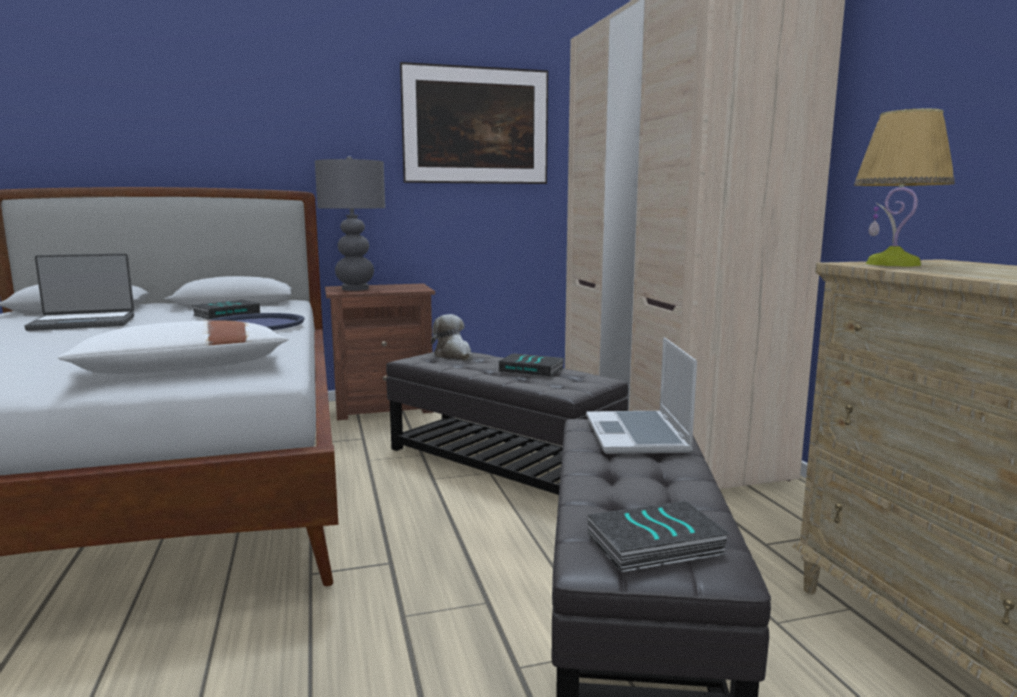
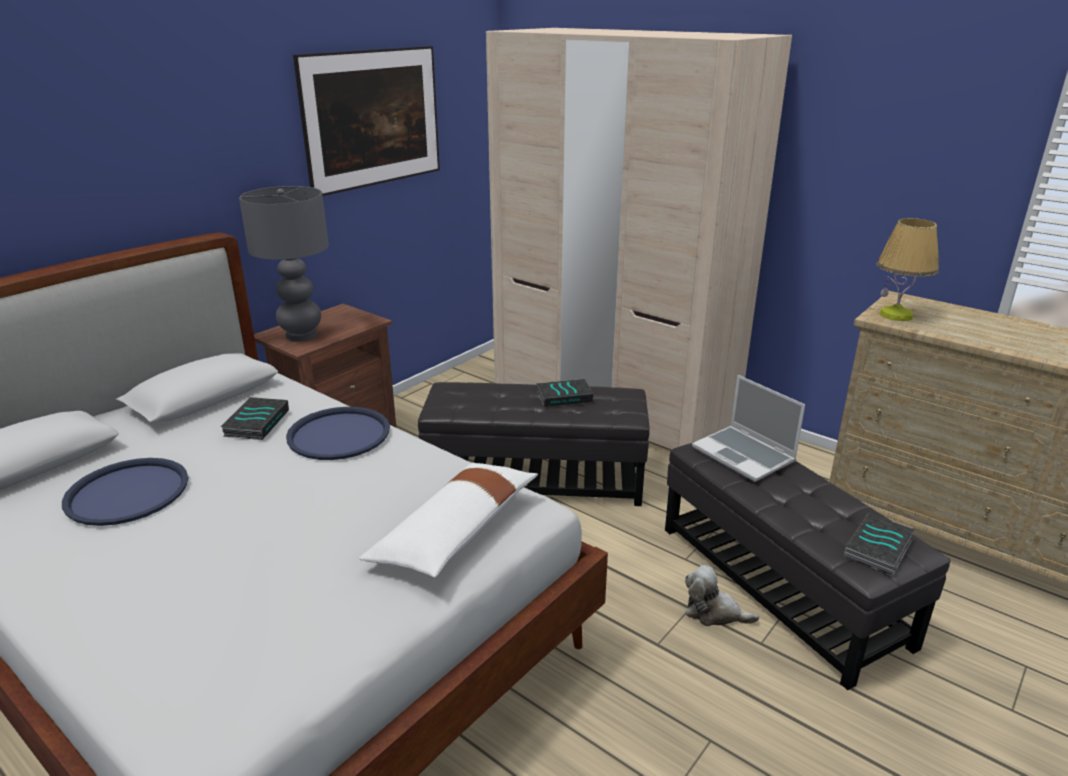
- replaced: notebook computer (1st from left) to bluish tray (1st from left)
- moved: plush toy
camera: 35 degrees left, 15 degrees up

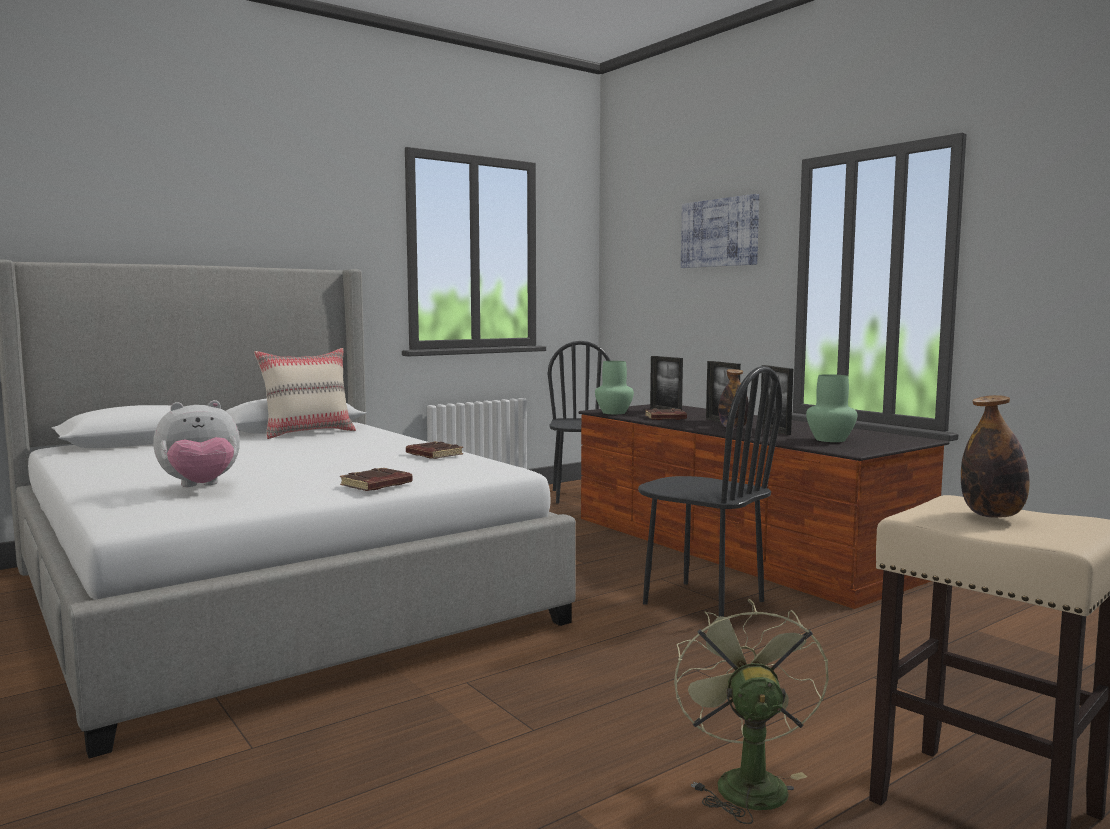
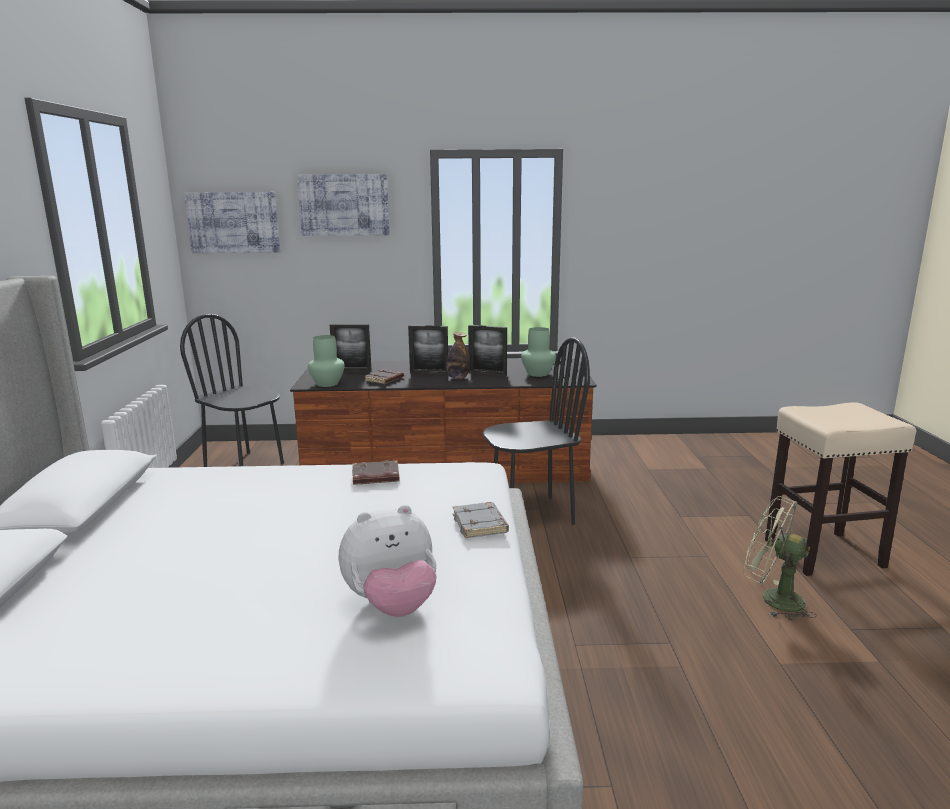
- added: wall picture (1st from left)
- turned: plush toy 60 degrees clockwise
- recoloured: brown-coloured bound book (1st from left) to grey bound book
- removed: beige throw pillow
- removed: drink bottle (2nd from left)
camera: 55 degrees left, 10 degrees up

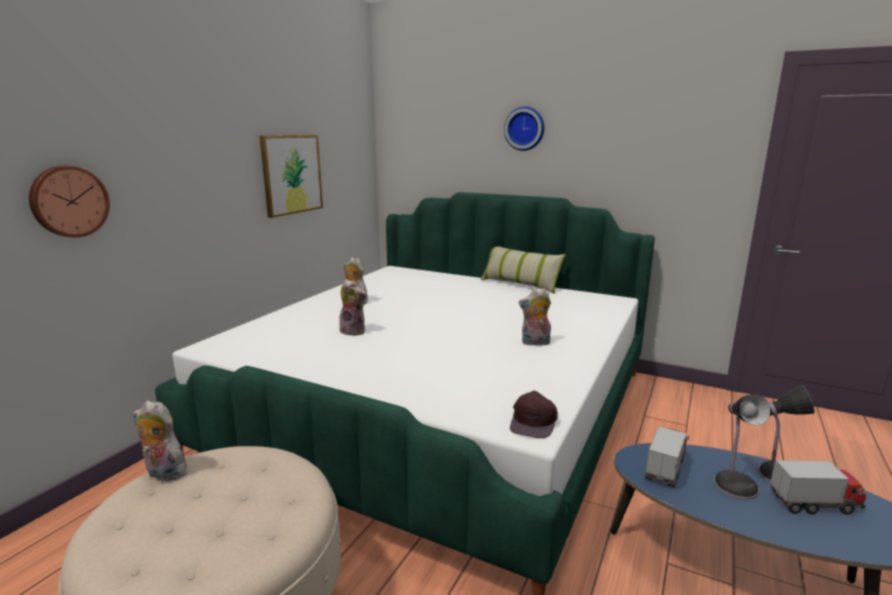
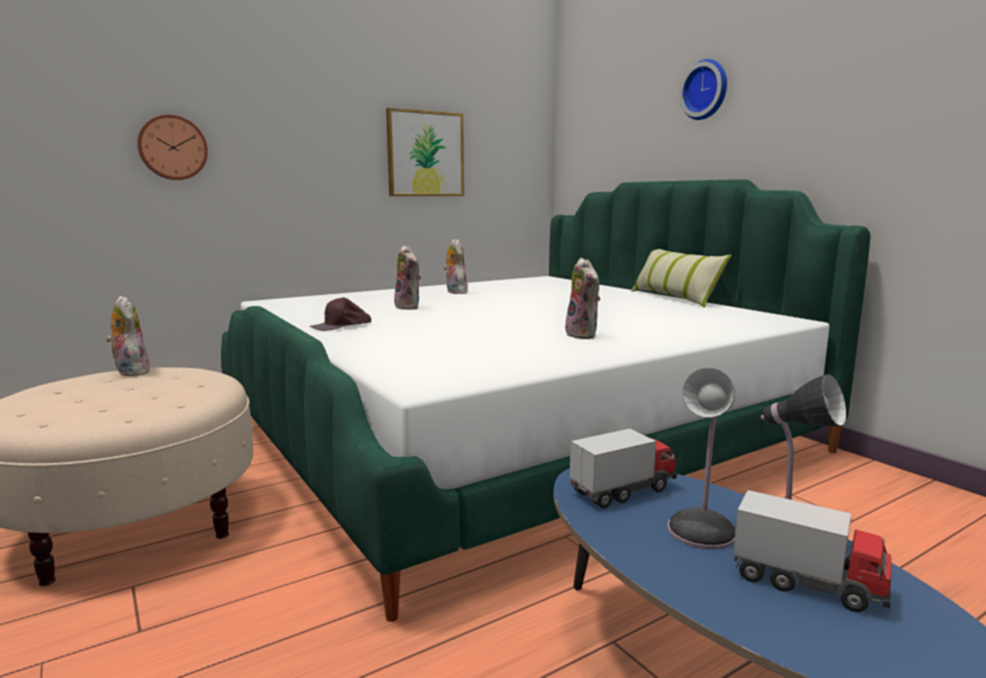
- moved: brown-coloured baseball cap
- turned: plush toy (4th from left) 135 degrees counterclockwise
camera: 30 degrees right, 5 degrees down

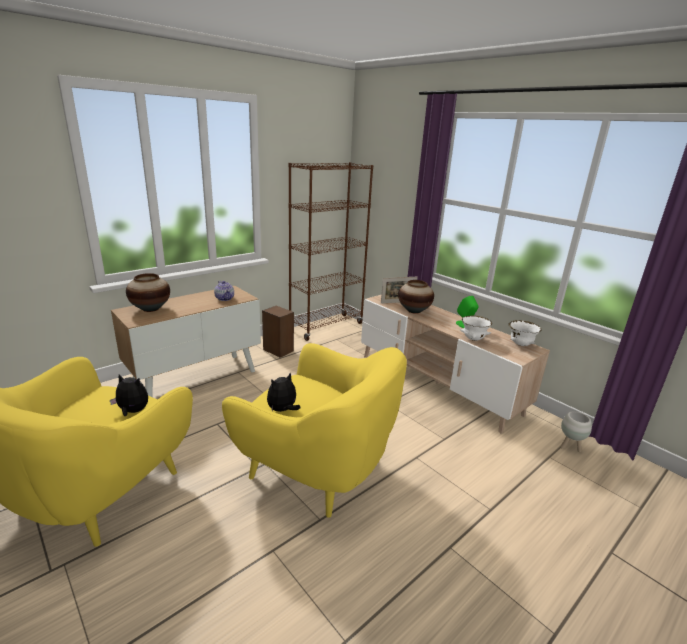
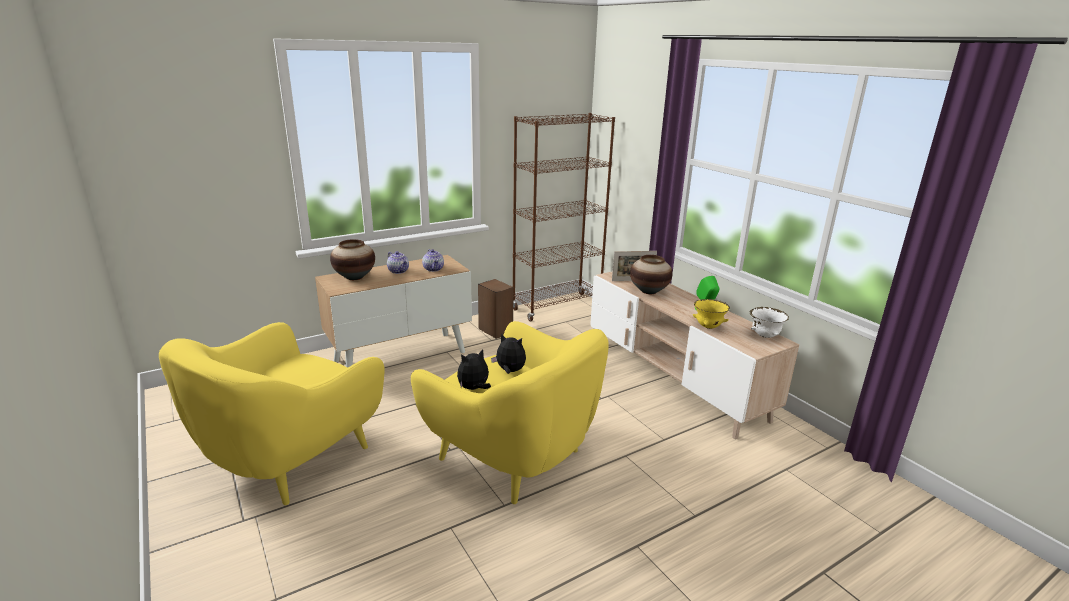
- added: tea pot (1st from left)
- moved: plush toy (1st from left in the first image) to plush toy (2nd from left)
- recoloured: white-coloured serving bowl (1st from left) to yellow serving bowl
- removed: white-coloured flower pot
camera: 10 degrees right, 0 degrees up

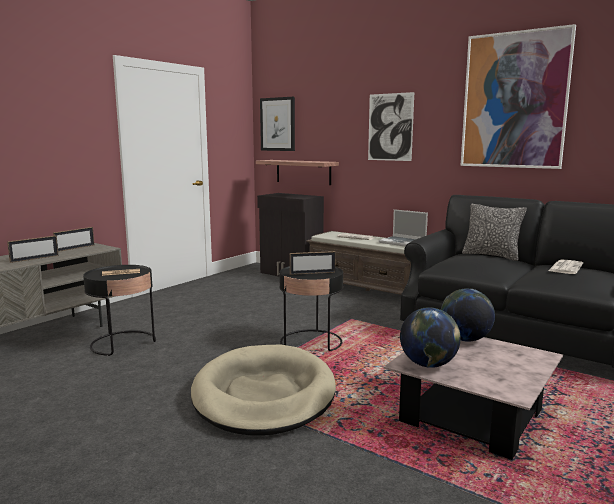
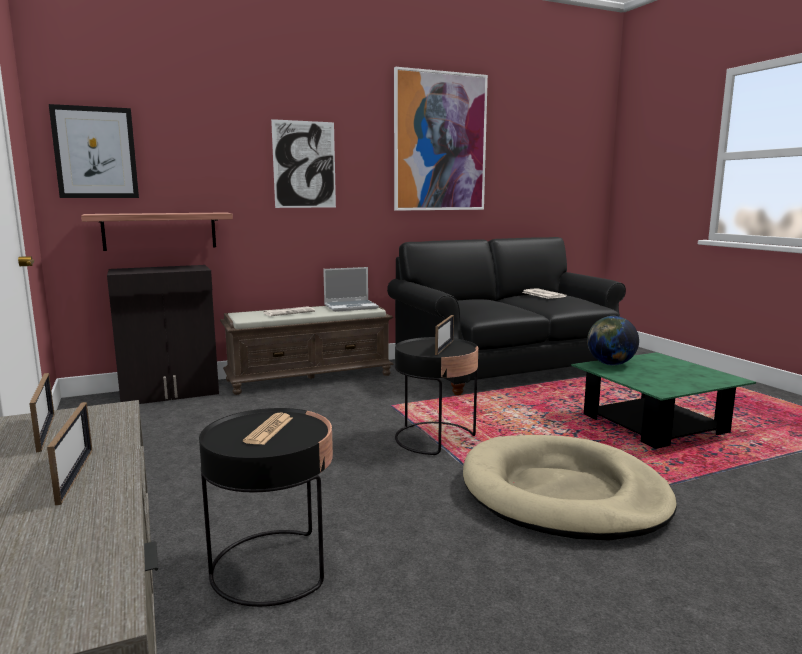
- recoloured: pinkish coffee table to greenish coffee table
- removed: world globe (1st from left)
- removed: throw pillow
camera: 60 degrees left, 0 degrees up

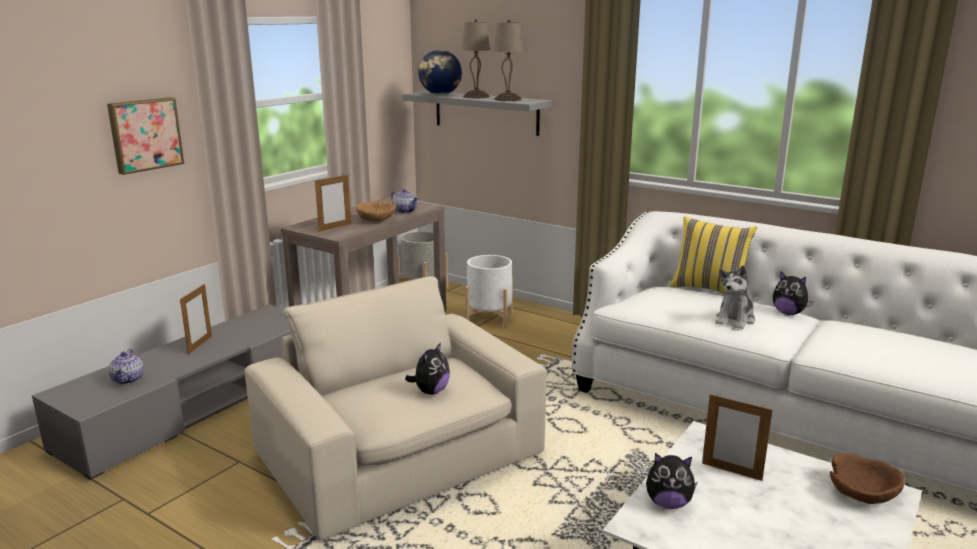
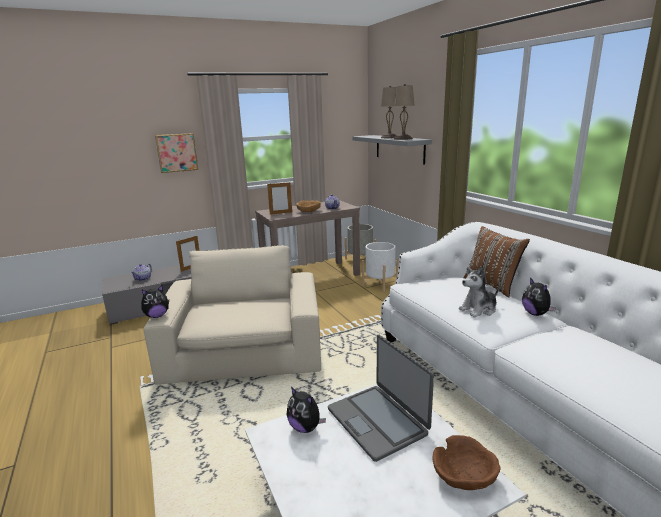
- moved: plush toy (1st from left)
- replaced: standing frame (3rd from left) to notebook computer
- recoloured: yellow throw pillow to brown-coloured throw pillow
- removed: world globe
camera: 30 degrees right, 0 degrees up

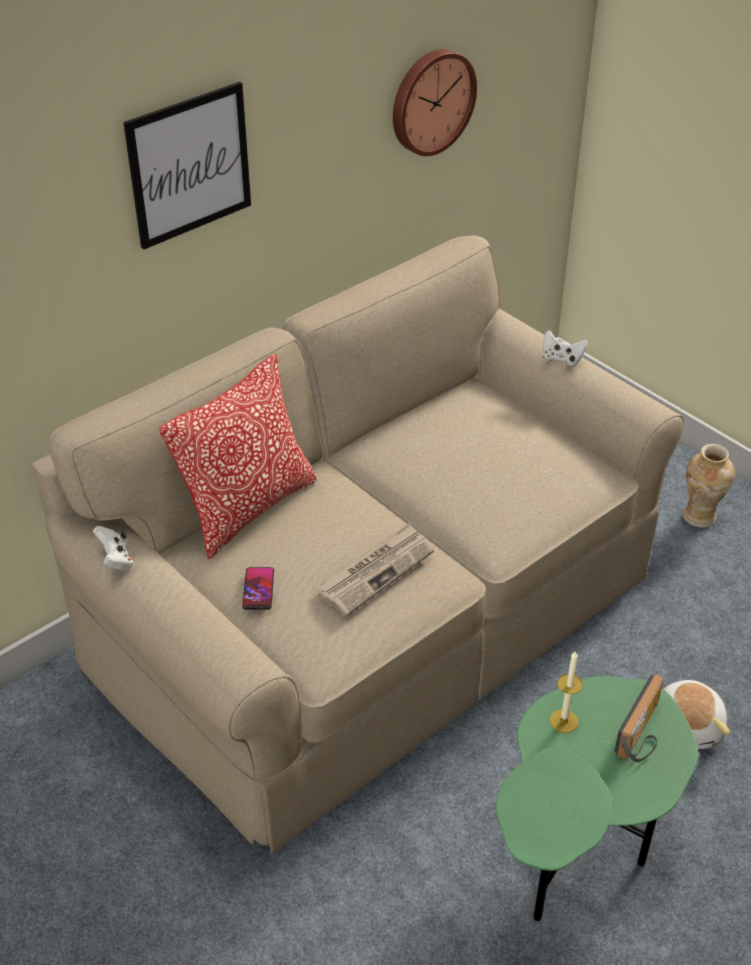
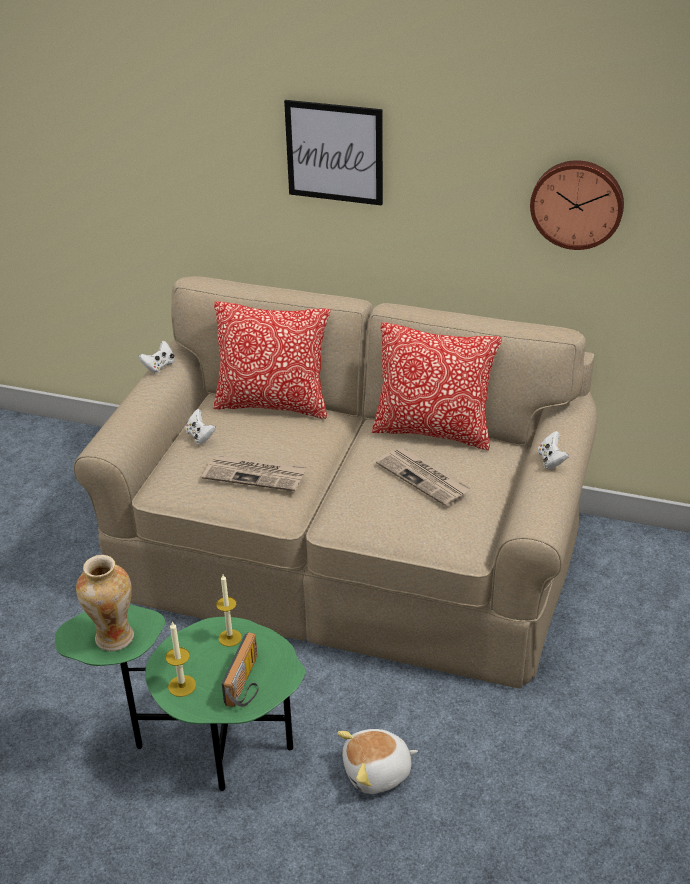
- moved: flower vase
- added: wax candle (1st from left)
- replaced: handset to white-coloured game controller (2nd from left)
- turned: radio set 75 degrees counterclockwise
- added: throw pillow (2nd from left)
- added: printed paper (2nd from left)
camera: 60 degrees right, 5 degrees down

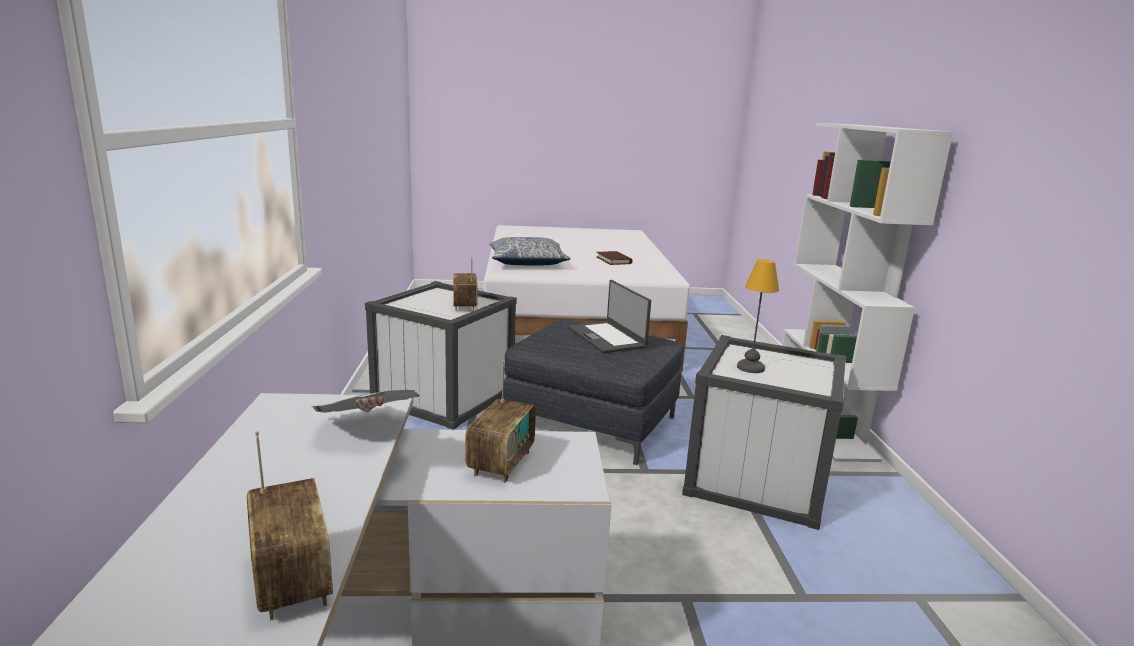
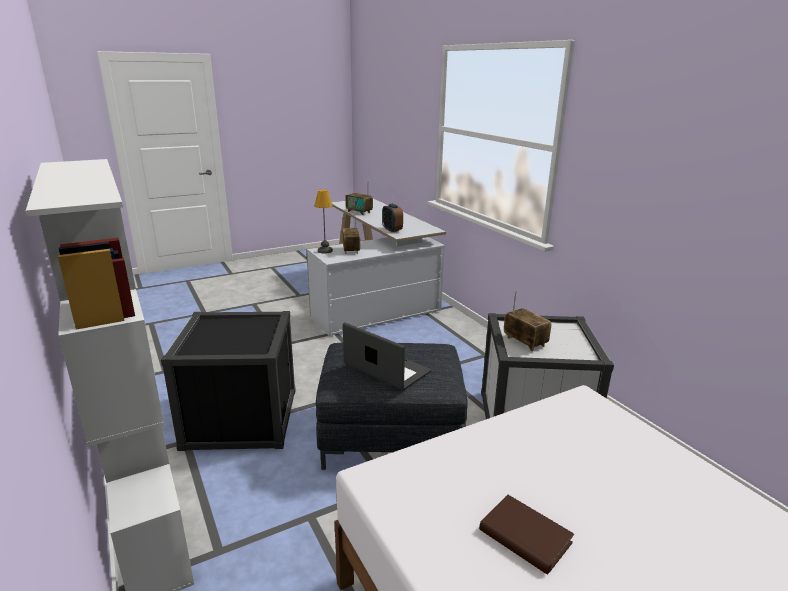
- recoloured: white-coloured storage bin (2nd from left) to black storage bin
- moved: lamp for a table
- replaced: printed paper to alarm clock
- removed: throw pillow
camera: 155 degrees right, 5 degrees up

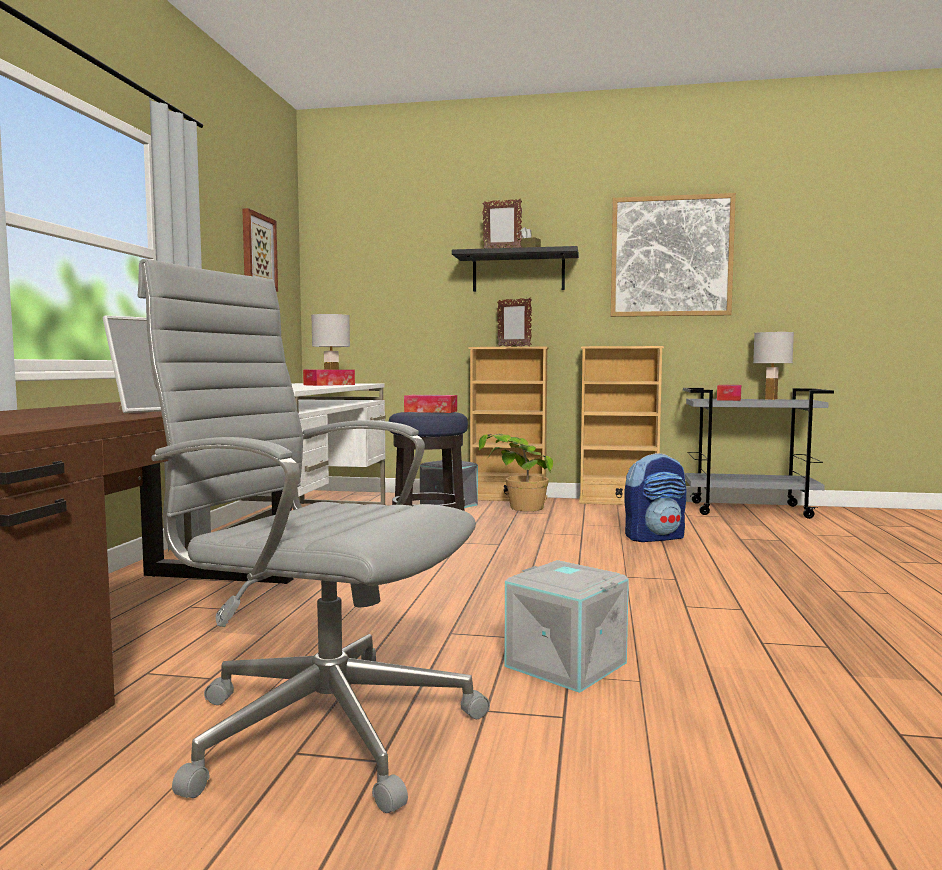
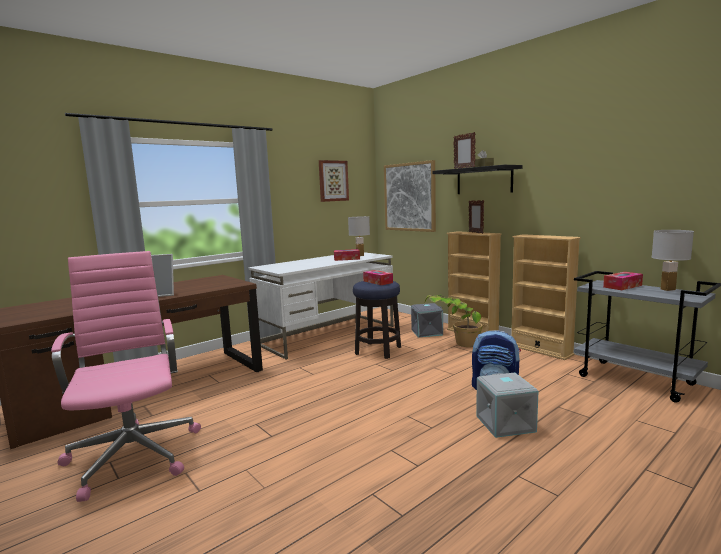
- recoloured: grey office chair to pinkish office chair
- moved: wall picture (2nd from left)
- moved: grey storage bin (2nd from left)
camera: 40 degrees right, 5 degrees up

